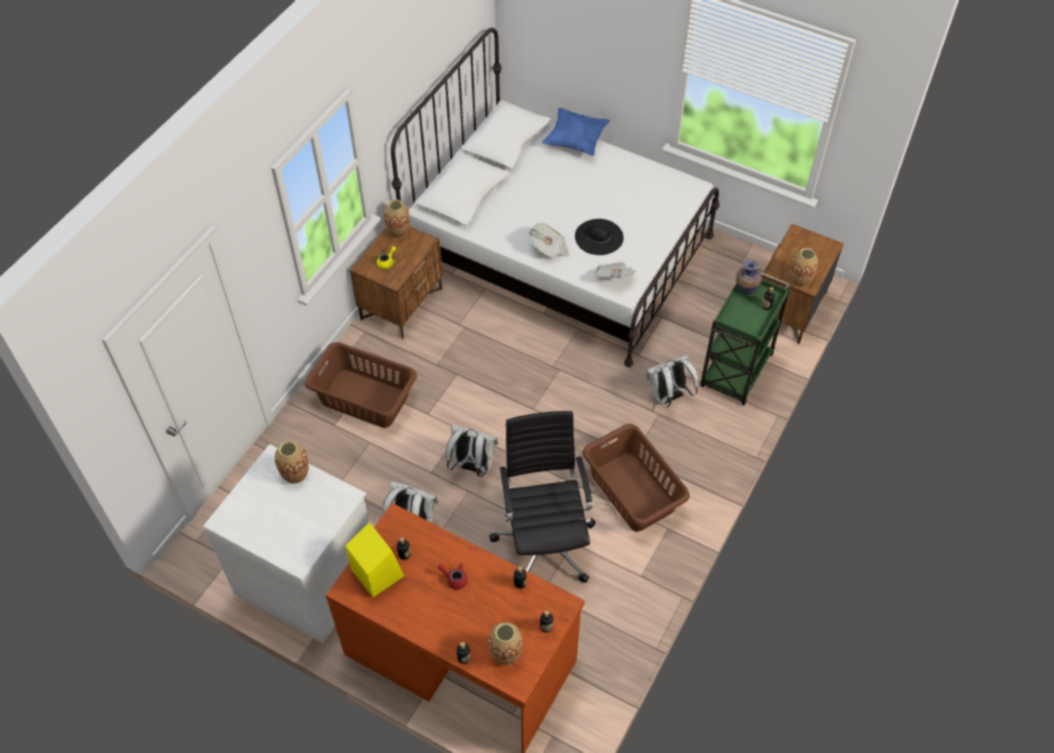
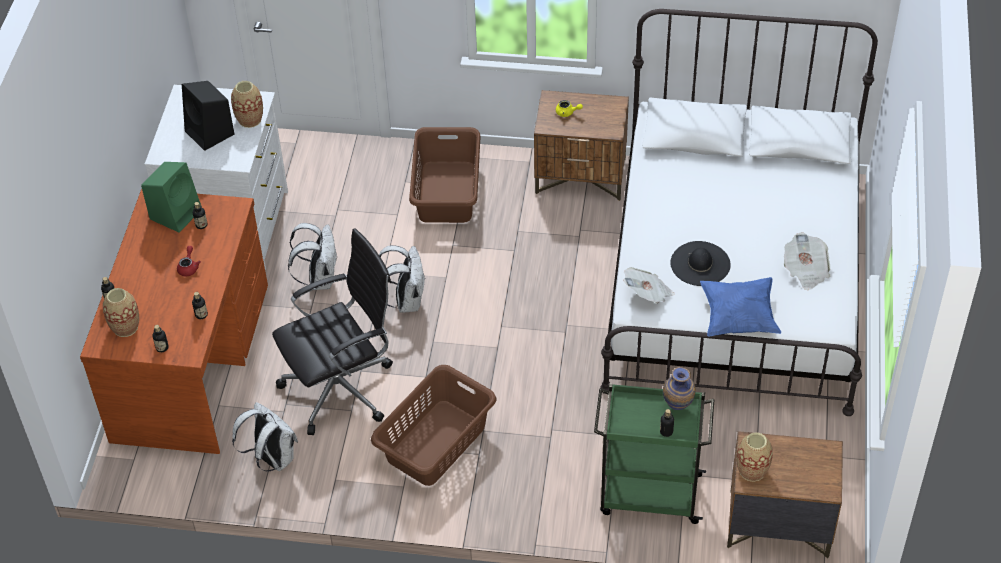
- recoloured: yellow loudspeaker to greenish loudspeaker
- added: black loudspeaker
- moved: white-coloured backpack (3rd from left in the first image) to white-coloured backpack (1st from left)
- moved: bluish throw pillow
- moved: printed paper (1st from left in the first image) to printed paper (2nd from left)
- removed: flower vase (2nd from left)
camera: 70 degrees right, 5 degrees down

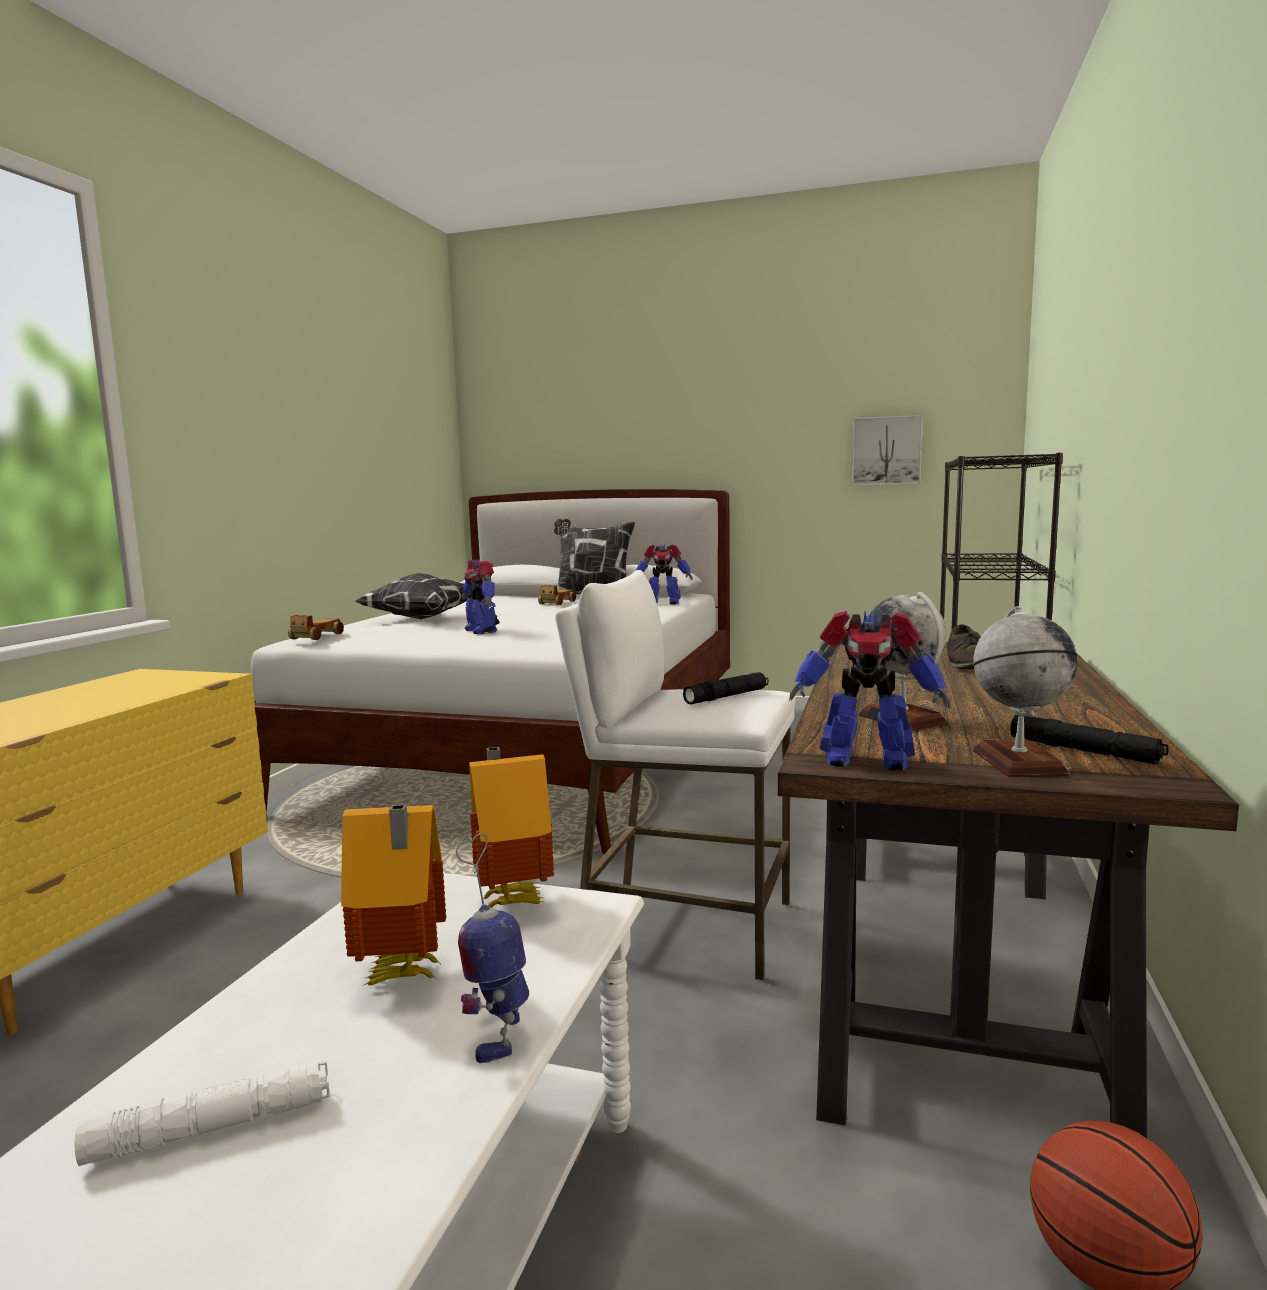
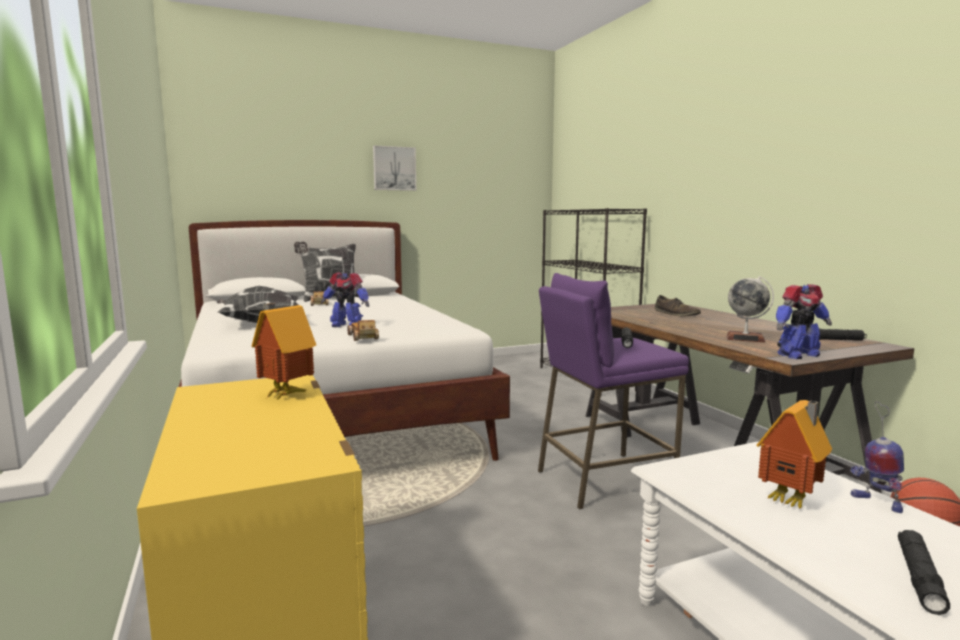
- moved: model house (2nd from left in the first image) to model house (1st from left)
- moved: model car (1st from left in the first image) to model car (2nd from left)
- moved: wall picture
- recoloured: white-coloured stool seat to purple stool seat
- recoloured: white-coloured torch to black torch (3rd from left)
- removed: toy robot (3rd from left)
- removed: world globe (2nd from left)
camera: 40 degrees left, 0 degrees up

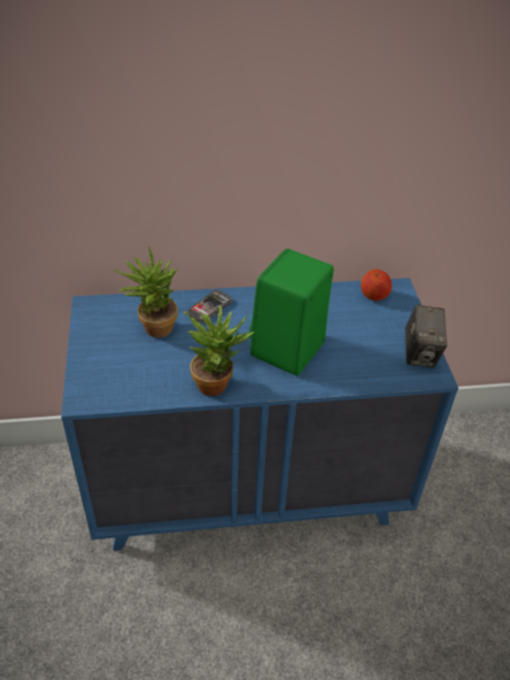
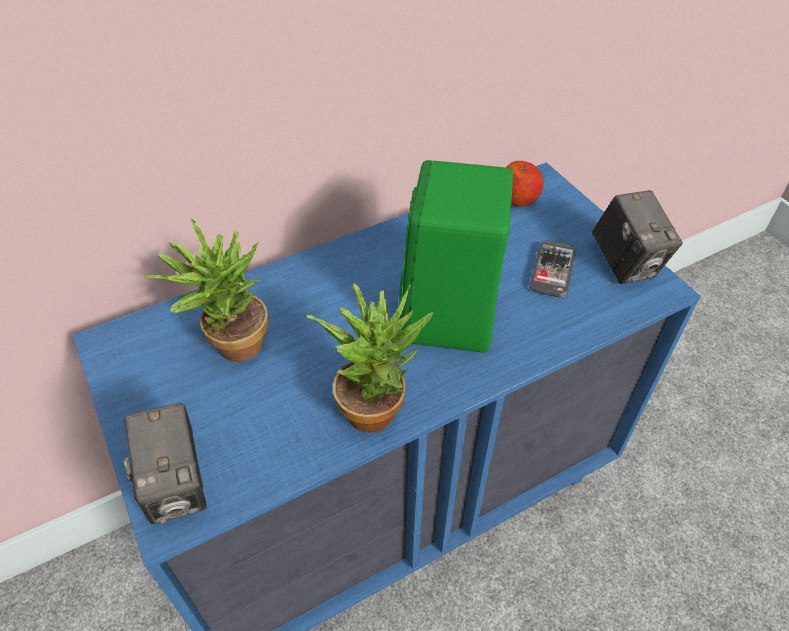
- added: still camera (1st from left)
- moved: handset
camera: 20 degrees left, 5 degrees up

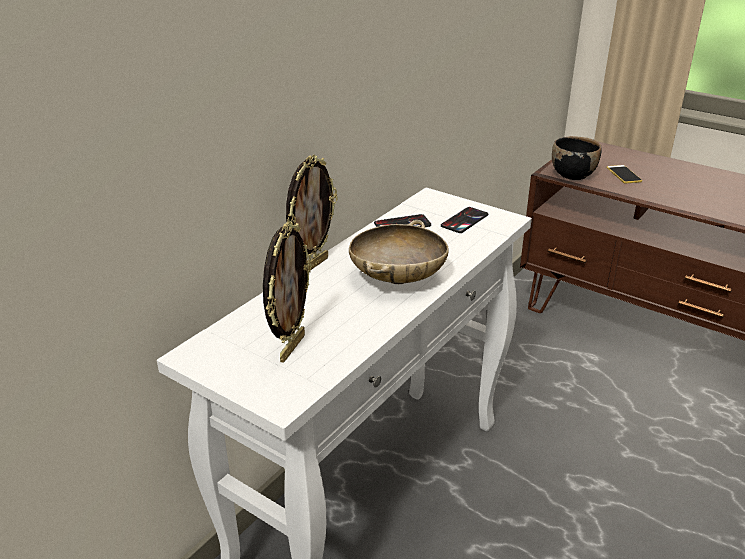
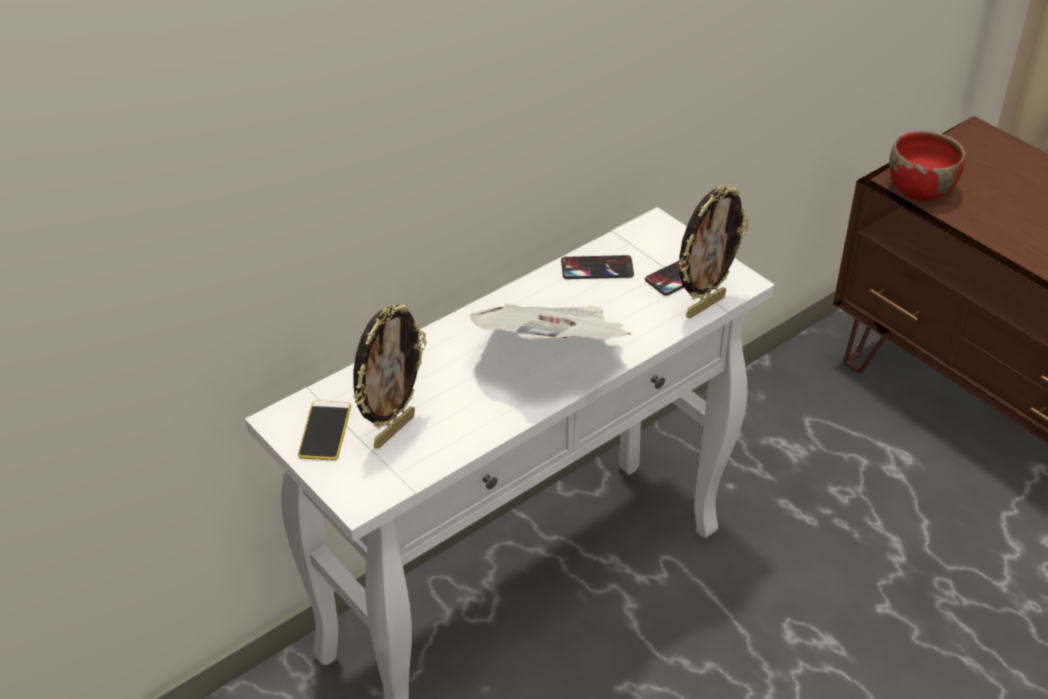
- moved: handset (3rd from left in the first image) to handset (1st from left)
- replaced: beige serving bowl to printed paper
- moved: standing frame (2nd from left)
- recoloured: black serving bowl to red-coloured serving bowl
camera: 15 degrees right, 10 degrees up

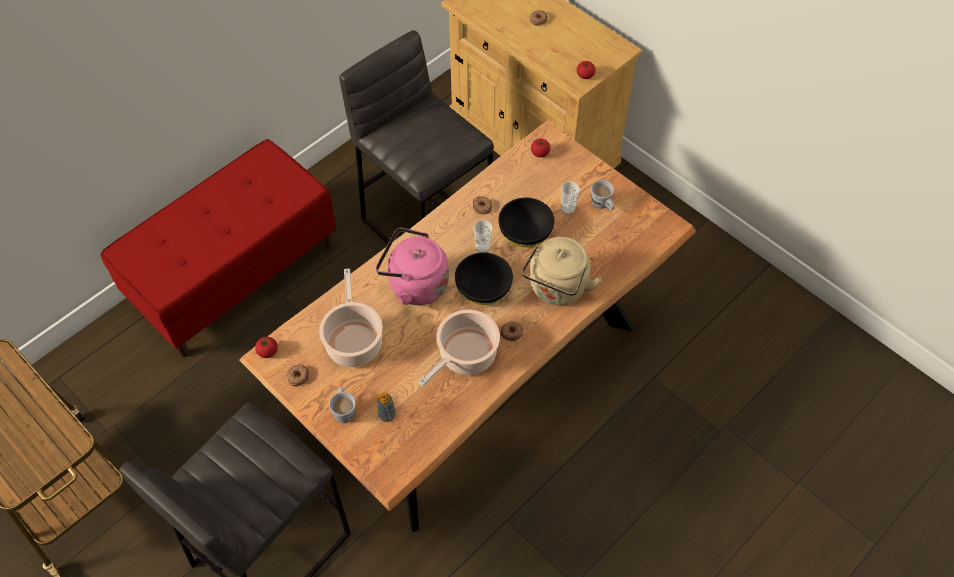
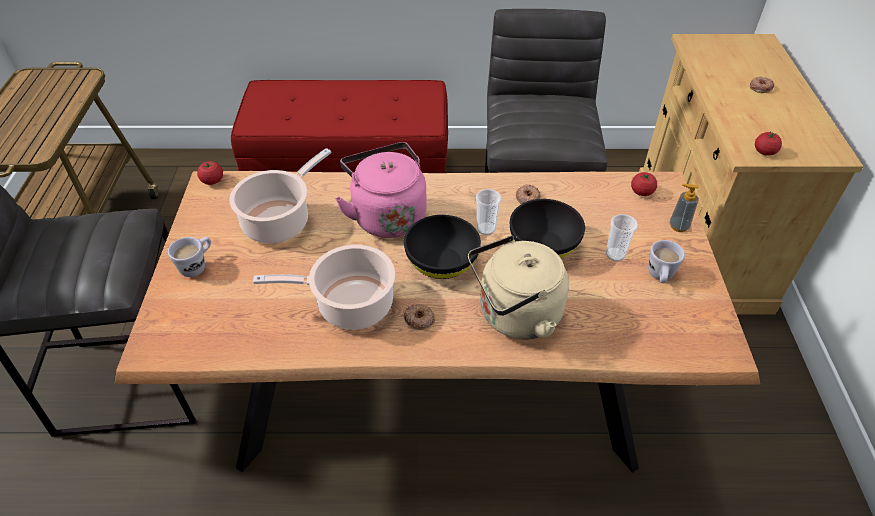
- moved: soap dispenser
- removed: doughnut (1st from left)
camera: 45 degrees right, 10 degrees down

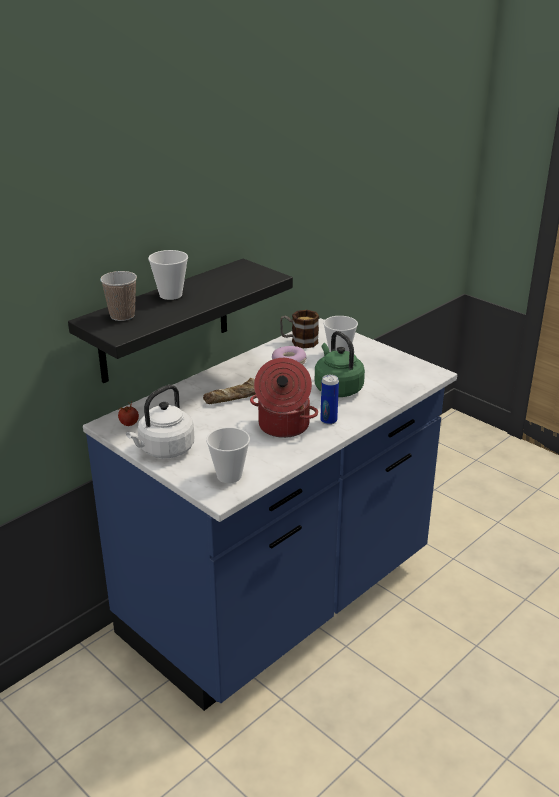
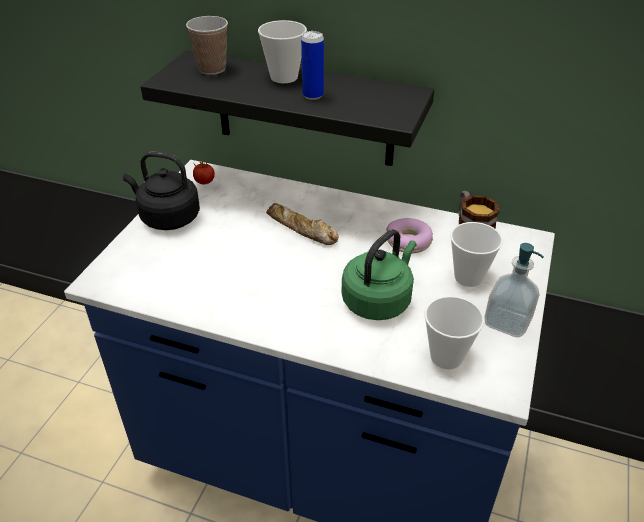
- recoloured: white-coloured tea kettle to black tea kettle
- moved: metal can
- moved: drinking cup (3rd from left)
- added: soap dispenser
- removed: cooking pot
camera: 65 degrees right, 10 degrees up

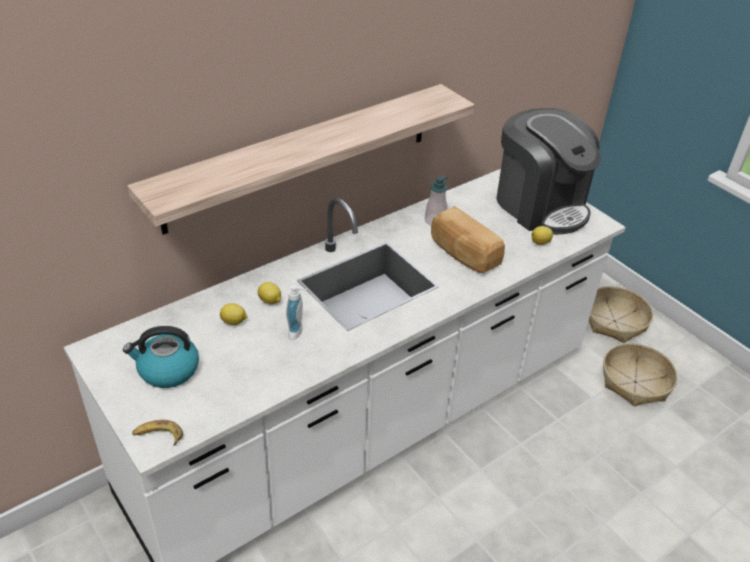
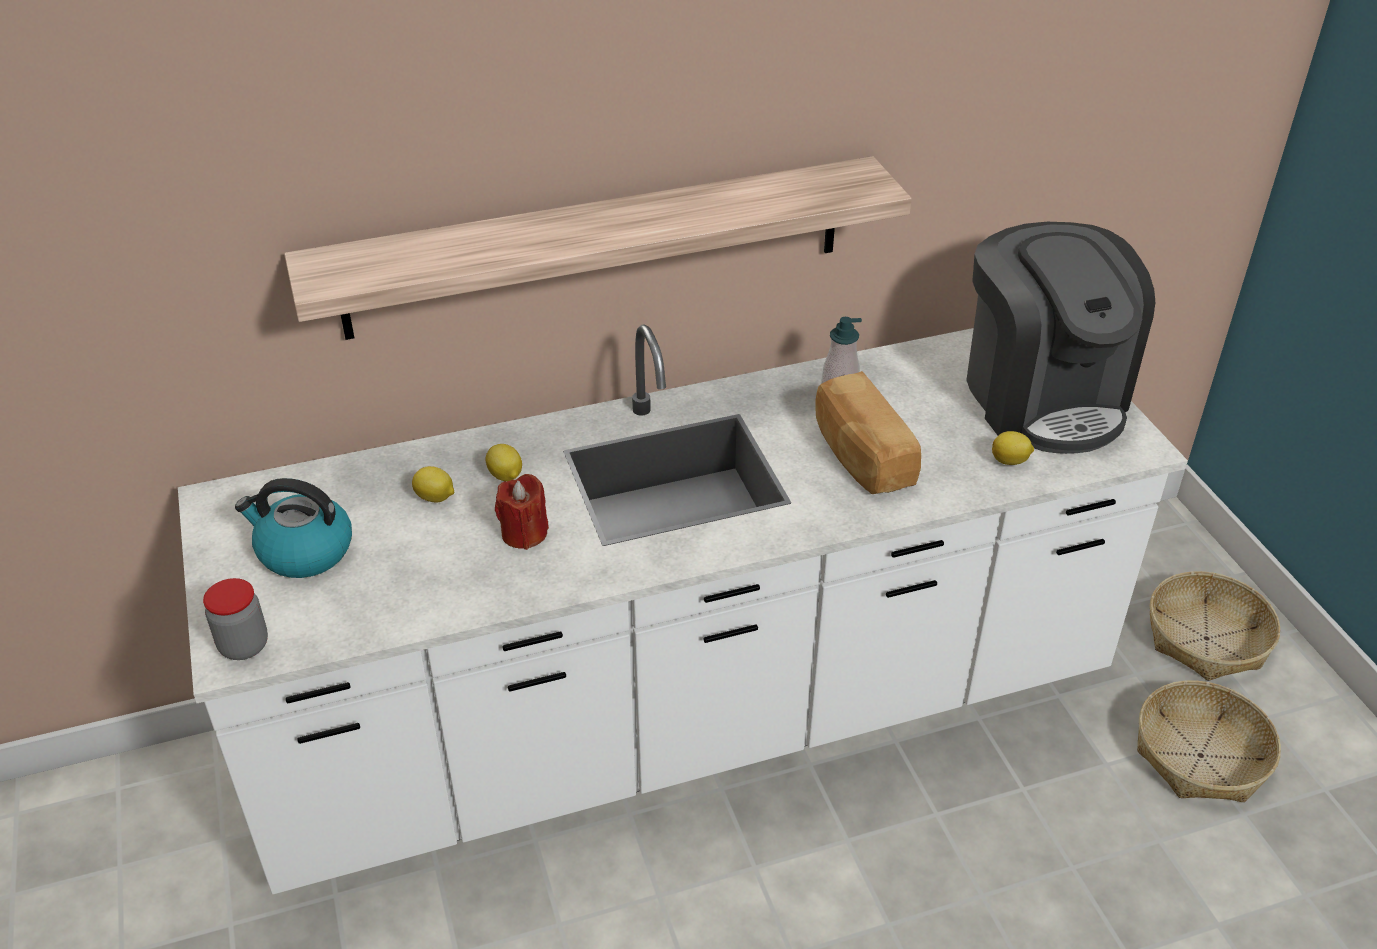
- replaced: banana fruit to preserve jar
- replaced: soap dispenser (1st from left) to red-coloured wax candle
camera: 20 degrees right, 0 degrees up

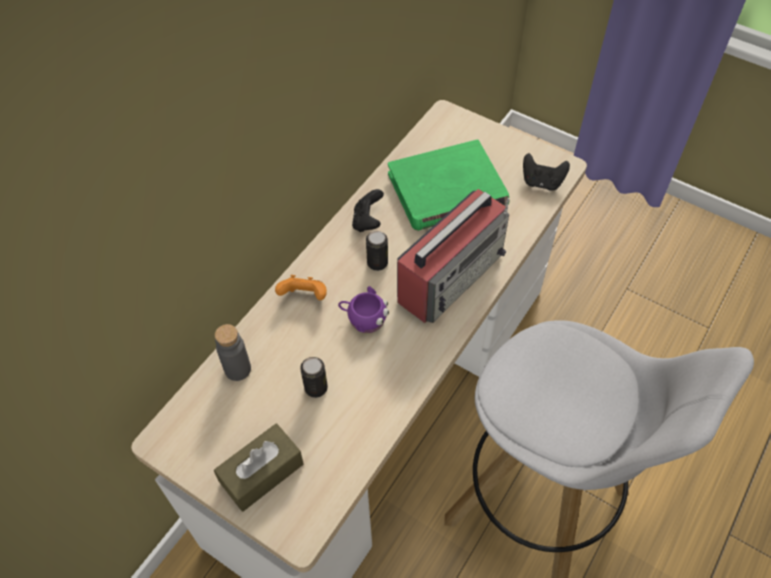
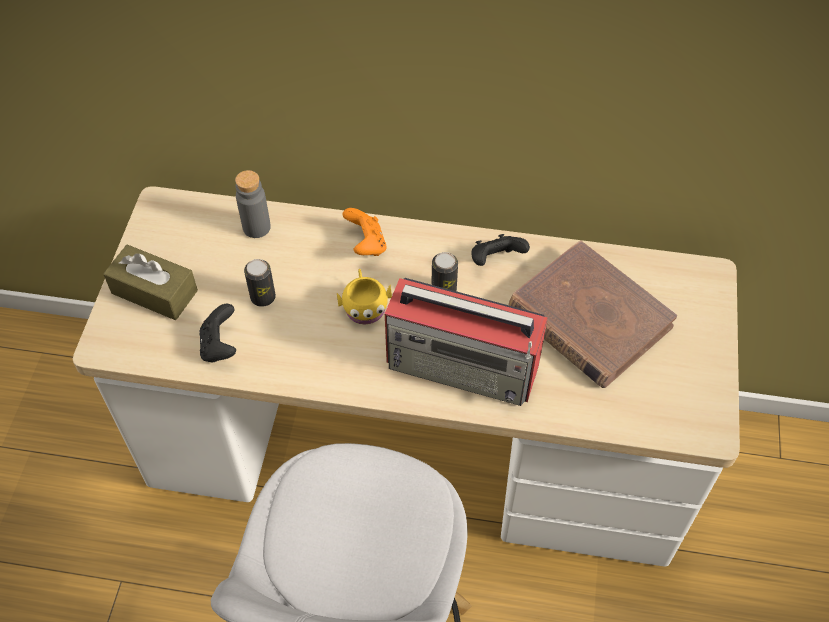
- moved: black game controller (2nd from left in the first image) to black game controller (1st from left)
- recoloured: purple coffee mug to yellow coffee mug
- recoloured: greenish bound book to brown-coloured bound book
camera: 65 degrees right, 0 degrees up

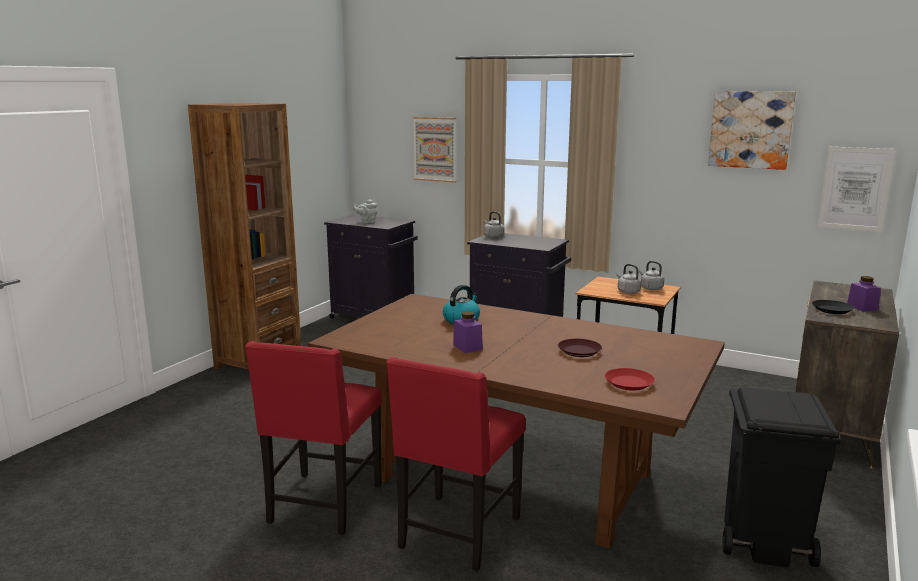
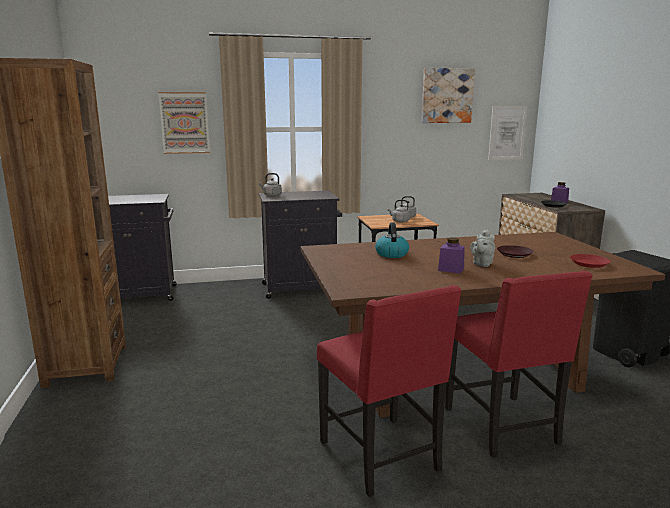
- moved: grey tea pot
camera: 40 degrees left, 0 degrees up

